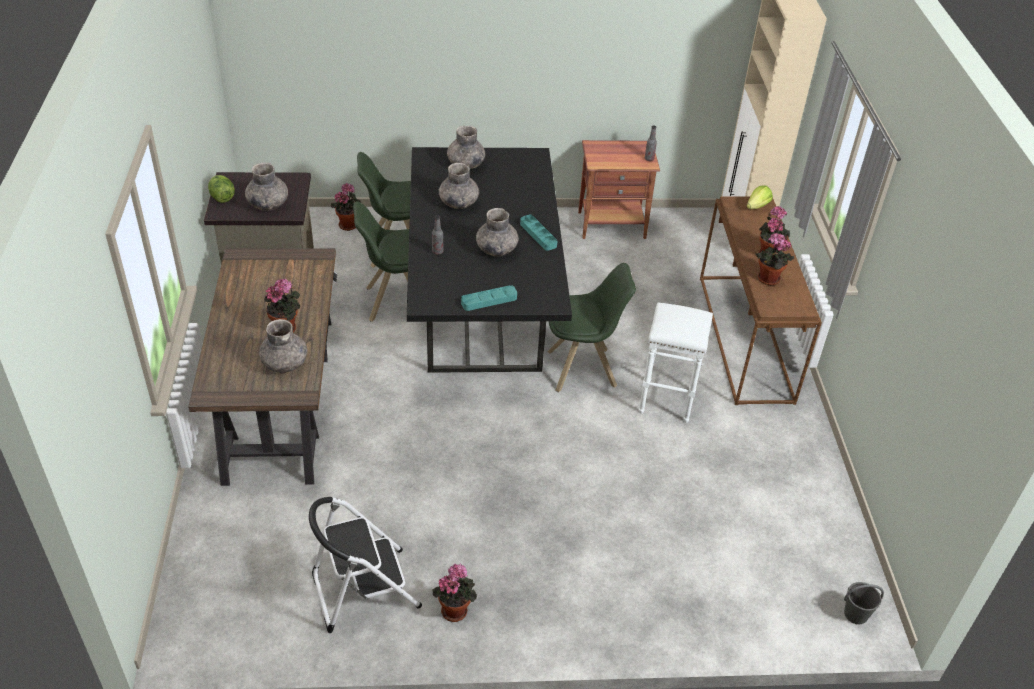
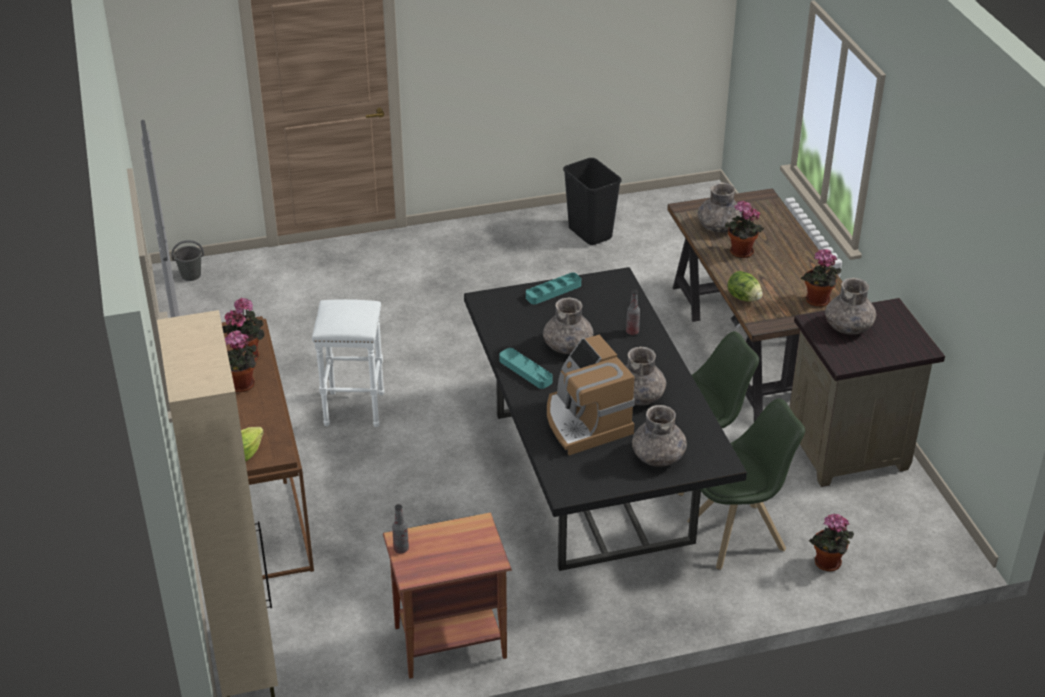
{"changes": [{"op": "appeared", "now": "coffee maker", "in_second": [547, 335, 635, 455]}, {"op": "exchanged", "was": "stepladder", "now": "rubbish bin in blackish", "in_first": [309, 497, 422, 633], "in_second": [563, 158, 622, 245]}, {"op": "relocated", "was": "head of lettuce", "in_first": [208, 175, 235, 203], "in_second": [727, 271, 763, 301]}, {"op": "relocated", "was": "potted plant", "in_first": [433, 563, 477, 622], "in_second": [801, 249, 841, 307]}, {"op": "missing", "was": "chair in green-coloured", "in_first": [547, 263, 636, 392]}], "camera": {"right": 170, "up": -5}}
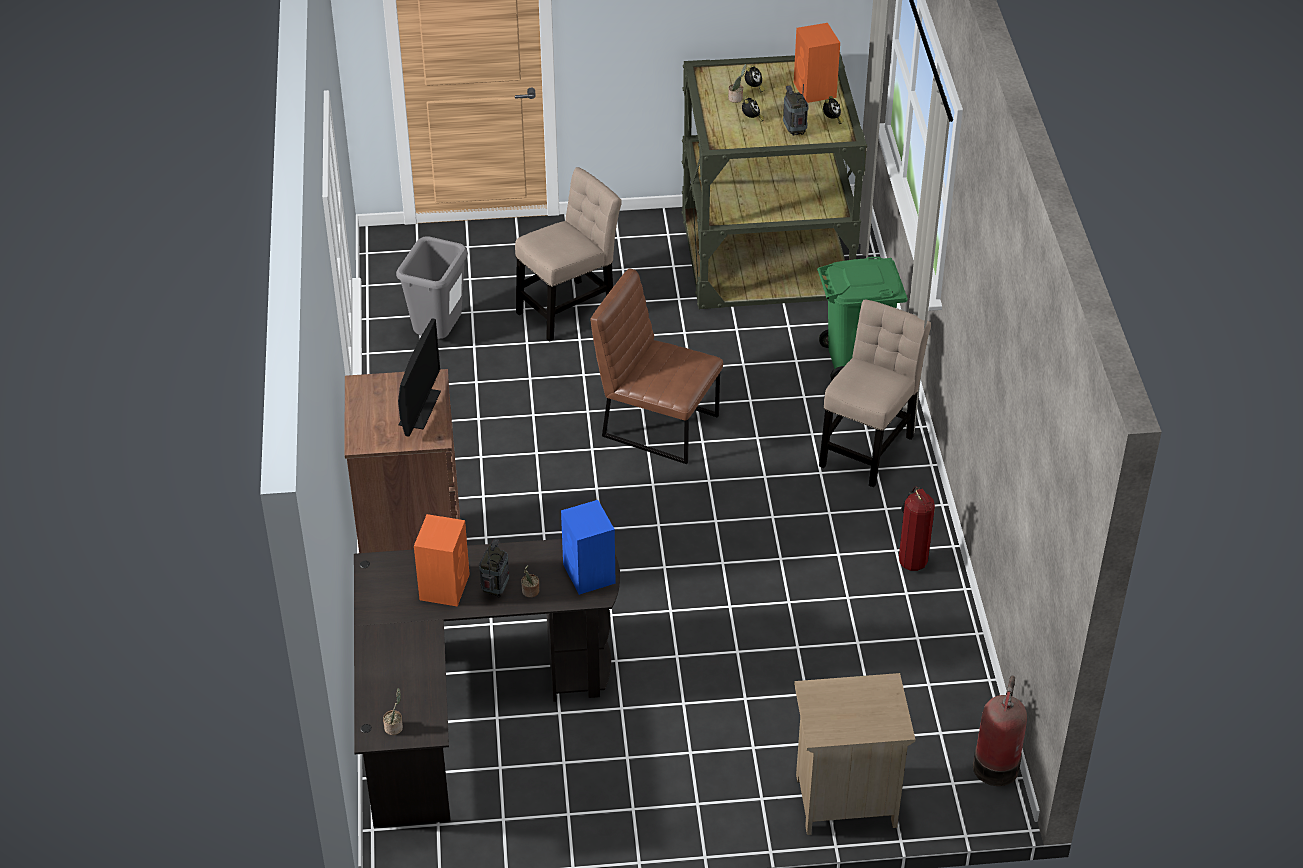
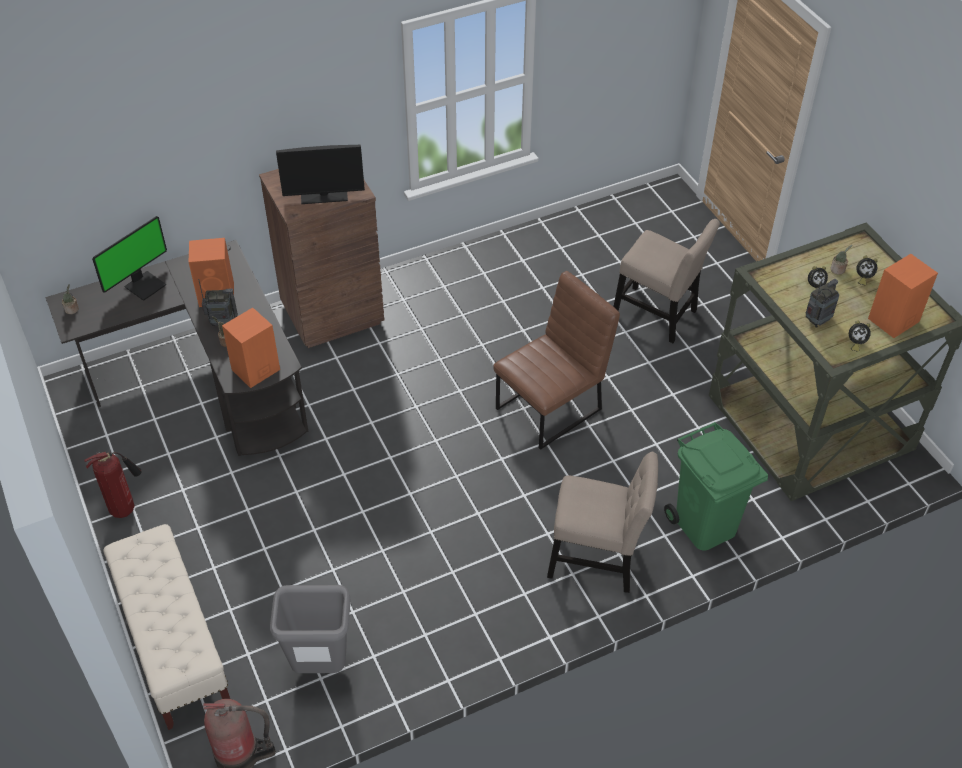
{"changes": [{"op": "relocated", "was": "fire-fighting cylinder", "in_first": [899, 486, 935, 571], "in_second": [84, 452, 142, 518]}, {"op": "appeared", "now": "computer display", "in_second": [92, 216, 167, 301]}, {"op": "exchanged", "was": "bedside table in beige", "now": "long seat in beige", "in_first": [794, 673, 916, 835], "in_second": [103, 524, 230, 730]}, {"op": "colour", "was": "audio speaker in blue-coloured", "now": "audio speaker in orangey", "in_first": [561, 500, 616, 595], "in_second": [222, 308, 280, 388]}, {"op": "relocated", "was": "rubbish bin in greyish", "in_first": [396, 236, 468, 339], "in_second": [270, 585, 350, 673]}, {"op": "spun", "was": "chair in brown", "in_first": [591, 268, 723, 464], "in_second": [493, 271, 620, 450], "clockwise": 45}], "camera": {"right": 70, "up": 5}}
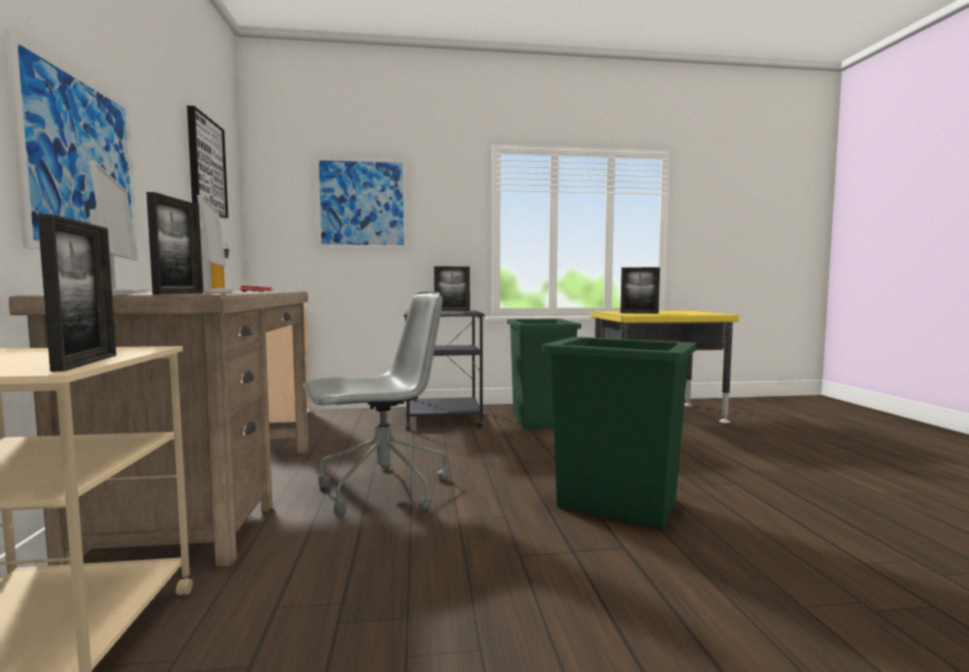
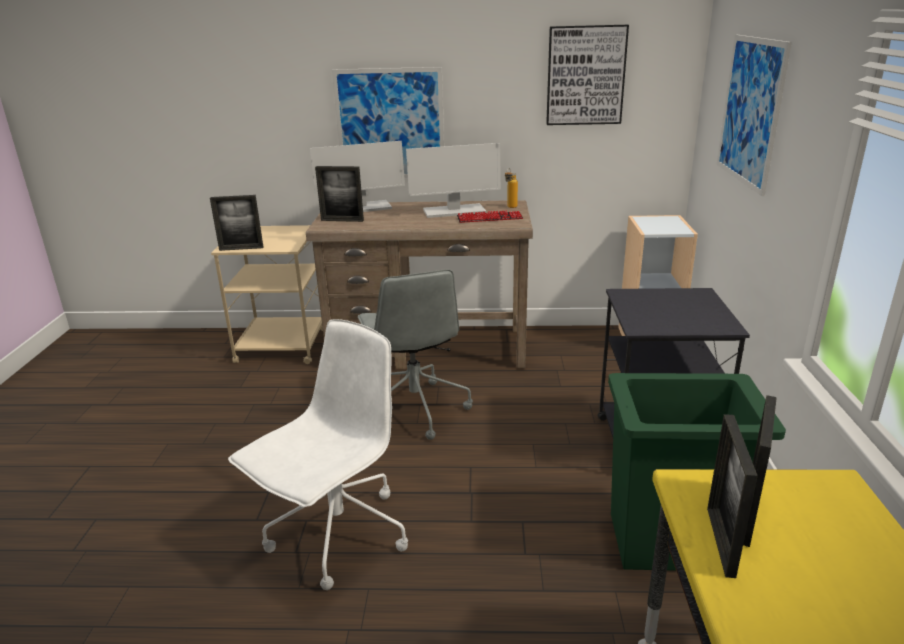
{"changes": [{"op": "exchanged", "was": "rubbish bin in green-coloured", "now": "desk chair in whitish", "in_first": [542, 337, 696, 529], "in_second": [228, 319, 408, 590]}, {"op": "relocated", "was": "picture frame", "in_first": [434, 266, 470, 311], "in_second": [707, 414, 758, 578]}], "camera": {"right": 100, "up": 20}}
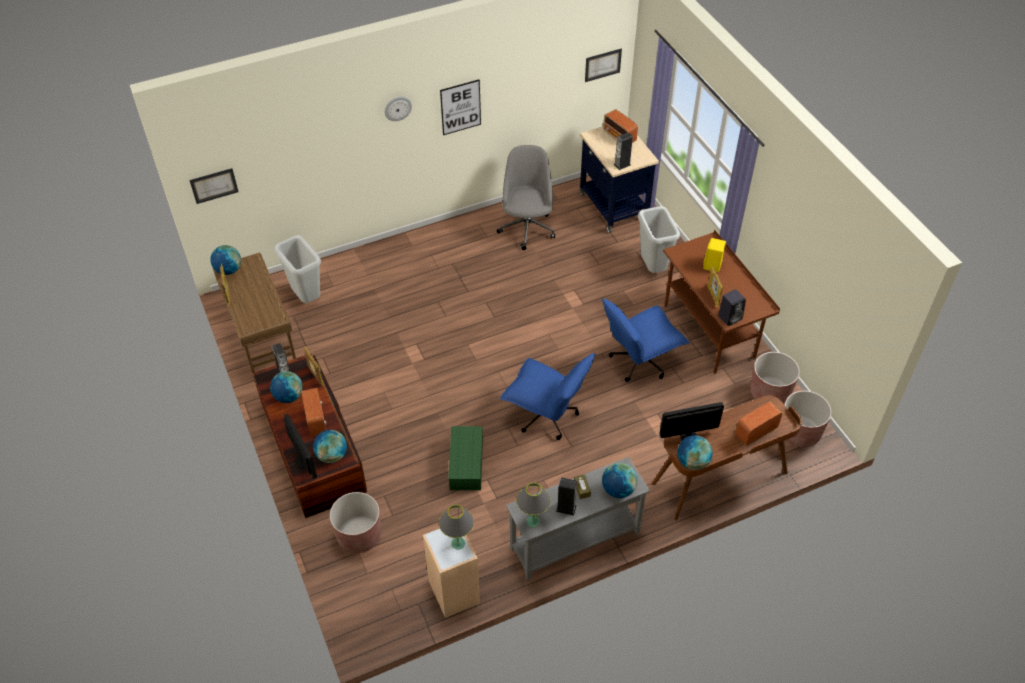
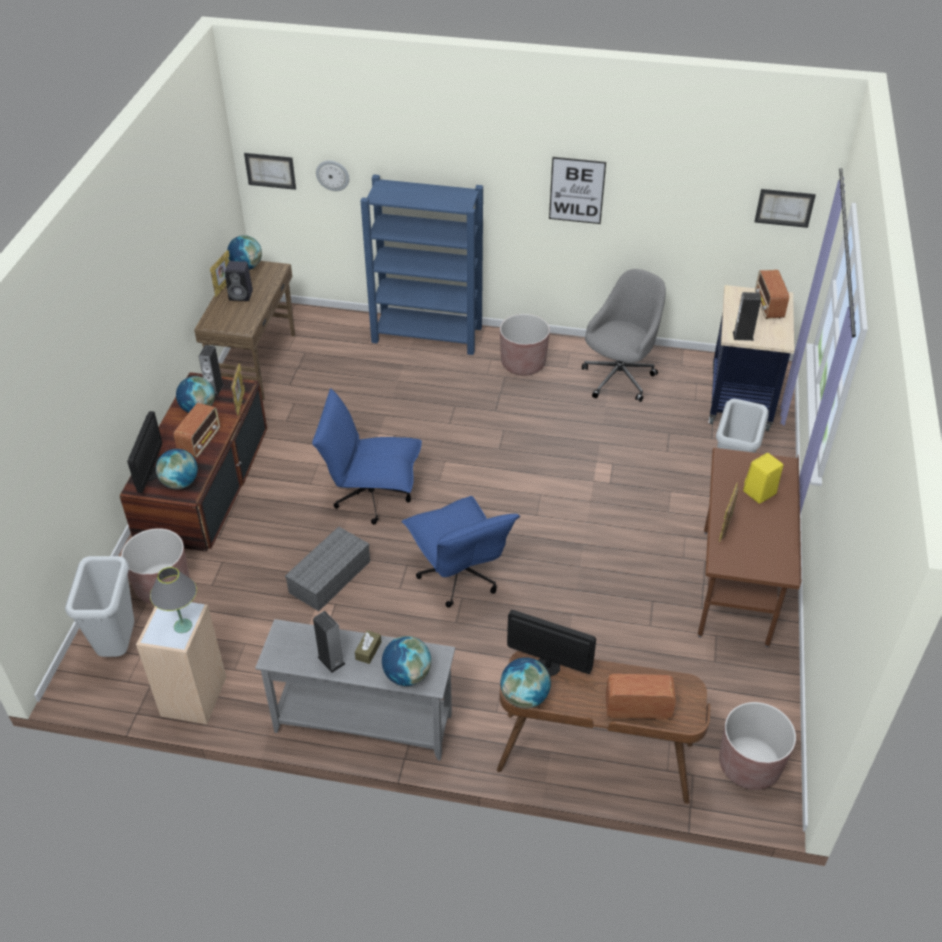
{"changes": [{"op": "relocated", "was": "rubbish bin in greyish", "in_first": [274, 235, 321, 303], "in_second": [65, 556, 134, 657]}, {"op": "relocated", "was": "audio speaker in blackish", "in_first": [718, 289, 746, 326], "in_second": [225, 261, 253, 301]}, {"op": "colour", "was": "storage container in green-coloured", "now": "storage container in greyish", "in_first": [448, 426, 483, 490], "in_second": [285, 526, 370, 611]}, {"op": "relocated", "was": "desk chair in blue-coloured", "in_first": [602, 298, 690, 382], "in_second": [312, 388, 422, 525]}, {"op": "relocated", "was": "hanging clock", "in_first": [385, 97, 412, 121], "in_second": [316, 160, 349, 191]}, {"op": "appeared", "now": "shelving unit in blue-coloured", "in_second": [361, 175, 483, 355]}, {"op": "relocated", "was": "plant pot in brown", "in_first": [750, 352, 800, 404], "in_second": [500, 314, 550, 375]}, {"op": "missing", "was": "tabletop lamp in greyish", "in_first": [517, 483, 551, 527]}], "camera": {"right": 35, "up": -5}}
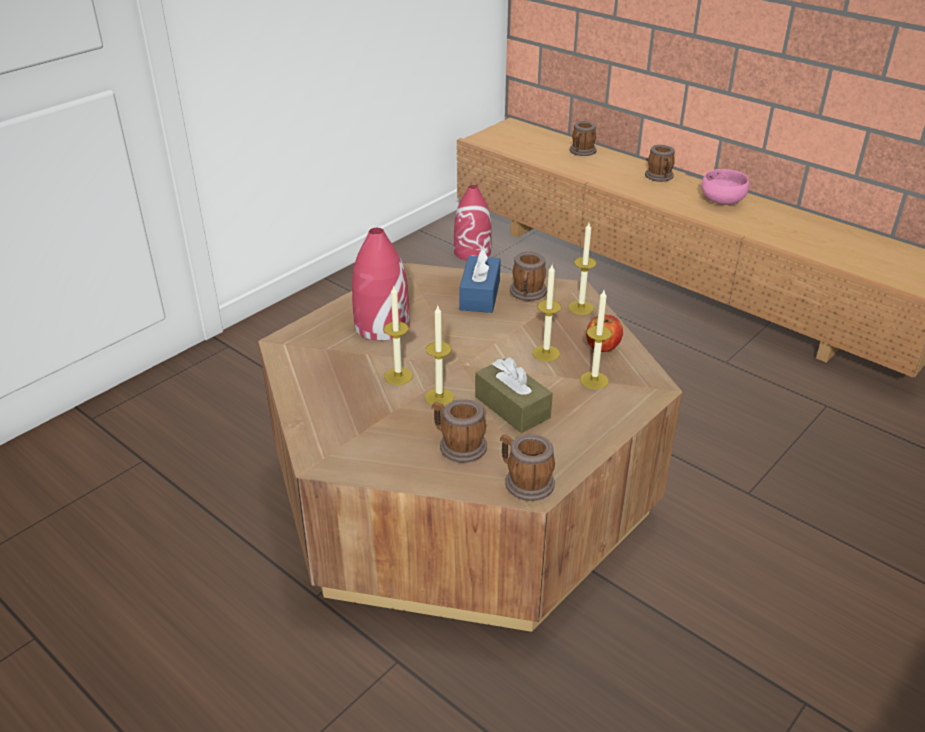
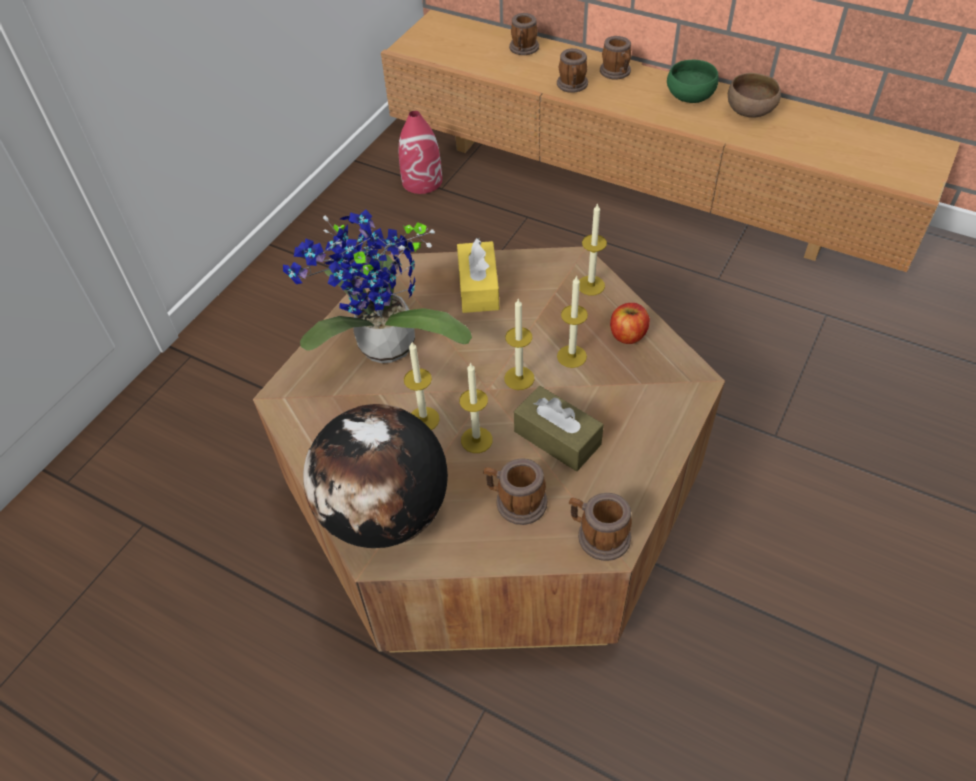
{"changes": [{"op": "exchanged", "was": "vase in red", "now": "potted plant", "in_first": [352, 228, 410, 340], "in_second": [283, 210, 472, 363]}, {"op": "appeared", "now": "world globe", "in_second": [303, 404, 448, 548]}, {"op": "colour", "was": "tissue holder in blue-coloured", "now": "tissue holder in yellow-coloured", "in_first": [459, 247, 501, 313], "in_second": [457, 238, 499, 313]}, {"op": "relocated", "was": "wax candle", "in_first": [580, 290, 612, 390], "in_second": [504, 298, 534, 390]}, {"op": "relocated", "was": "mug", "in_first": [510, 251, 547, 301], "in_second": [557, 48, 588, 93]}, {"op": "colour", "was": "serving bowl in pink", "now": "serving bowl in green-coloured", "in_first": [701, 169, 749, 205], "in_second": [667, 60, 719, 103]}, {"op": "appeared", "now": "serving bowl in brown", "in_second": [728, 73, 781, 118]}], "camera": {"right": -10, "up": 15}}
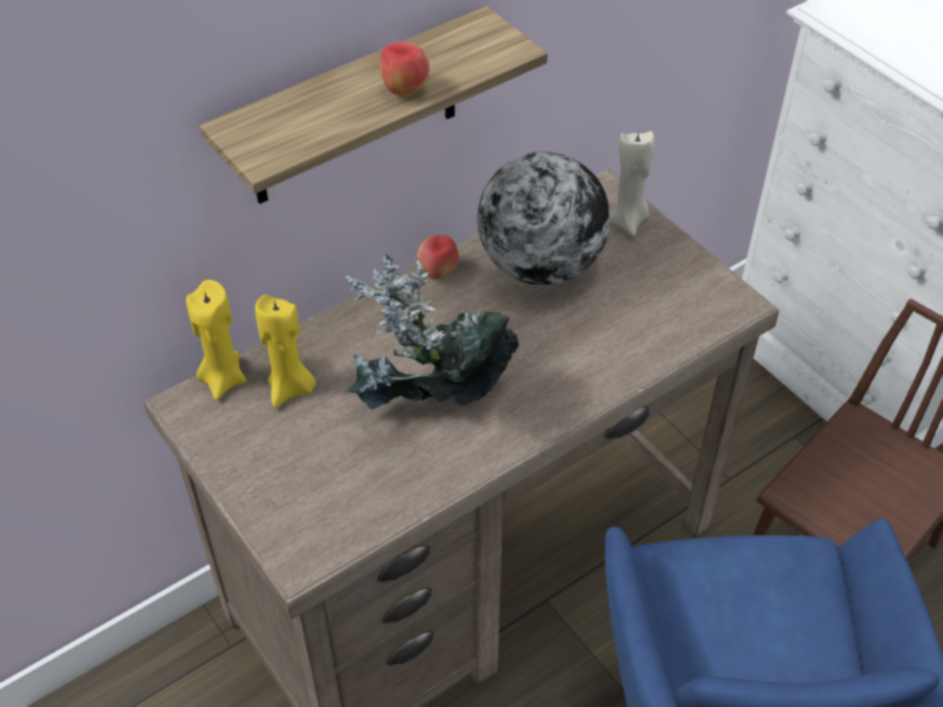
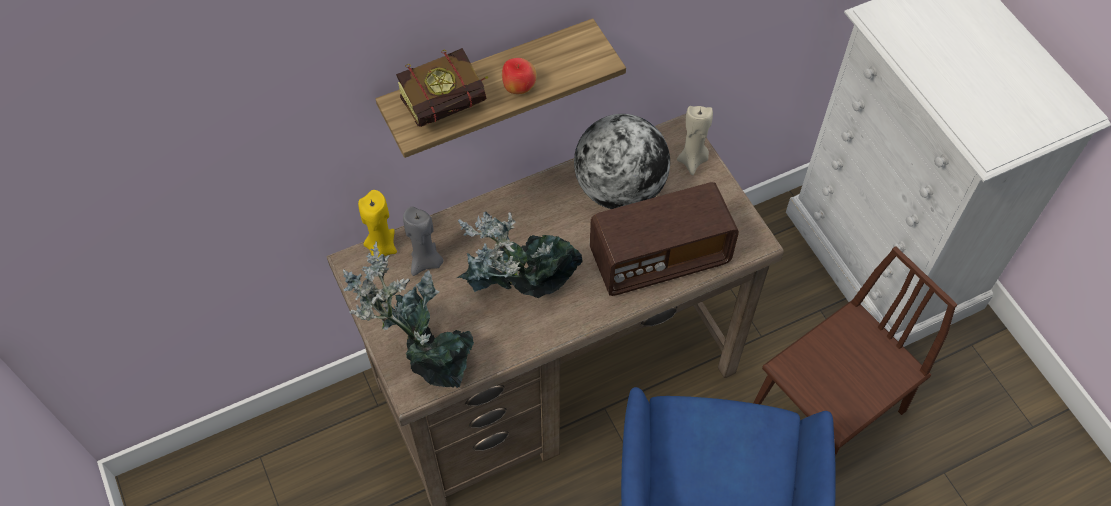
{"changes": [{"op": "appeared", "now": "potted plant", "in_second": [343, 242, 474, 388]}, {"op": "appeared", "now": "volume", "in_second": [396, 48, 488, 127]}, {"op": "colour", "was": "wax candle in yellow-coloured", "now": "wax candle in greyish", "in_first": [255, 295, 316, 408], "in_second": [403, 206, 444, 276]}, {"op": "appeared", "now": "radio receiver", "in_second": [590, 182, 739, 296]}, {"op": "missing", "was": "apple", "in_first": [417, 235, 459, 280]}], "camera": {"right": 10, "up": 10}}
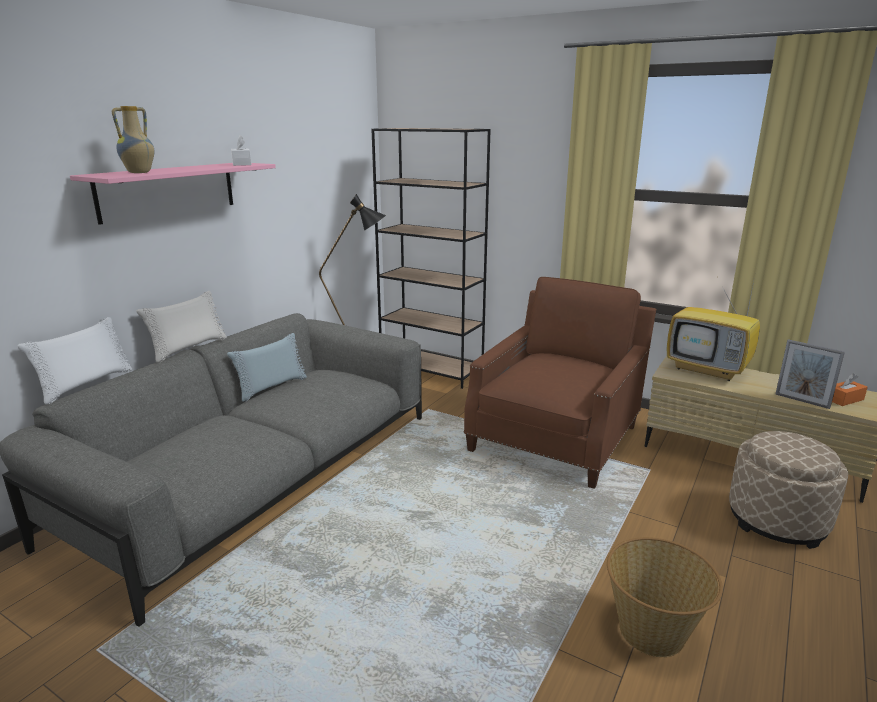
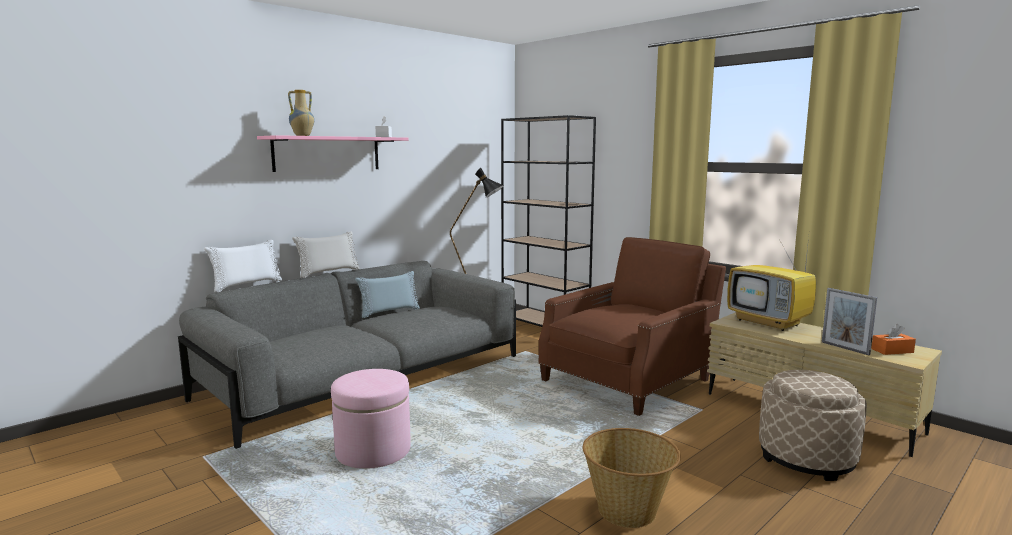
{"changes": [{"op": "appeared", "now": "footrest in pink", "in_second": [331, 369, 411, 469]}], "camera": {"right": 15, "up": -10}}
